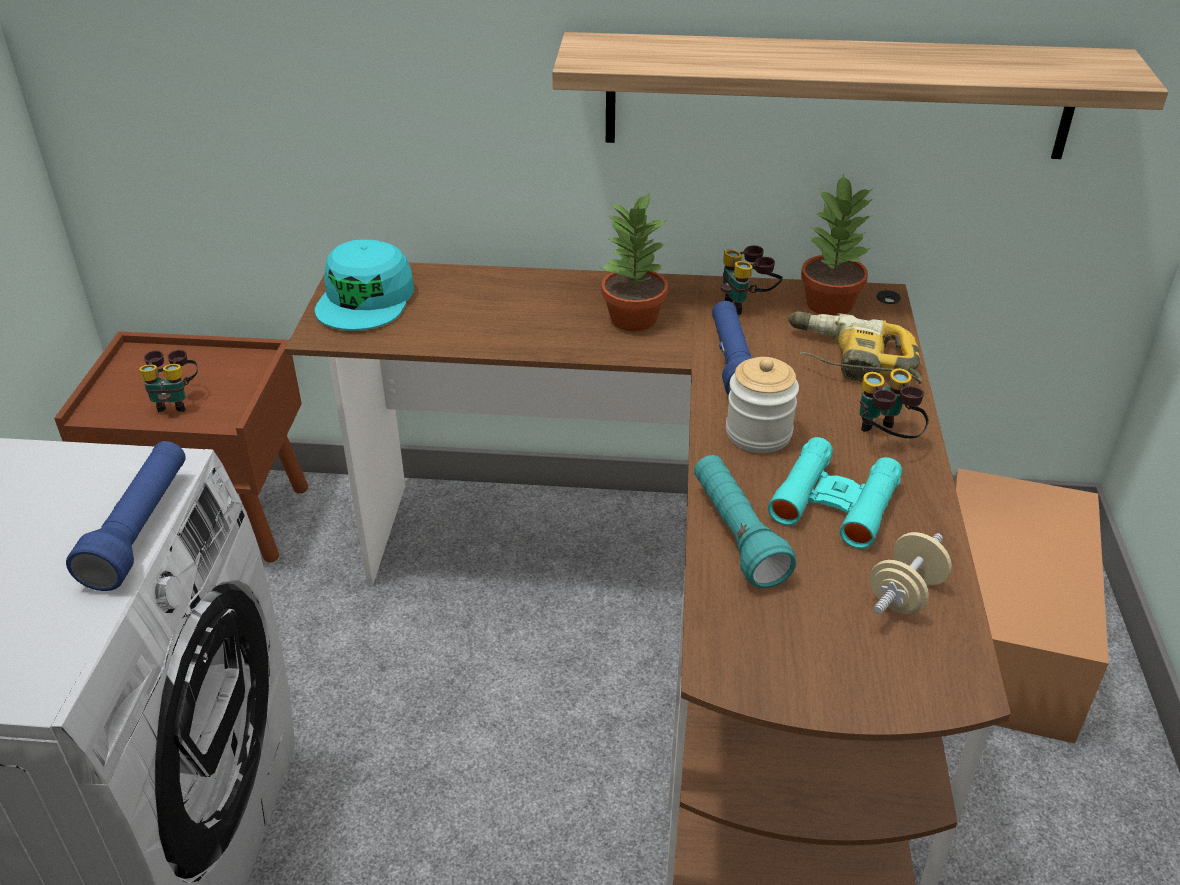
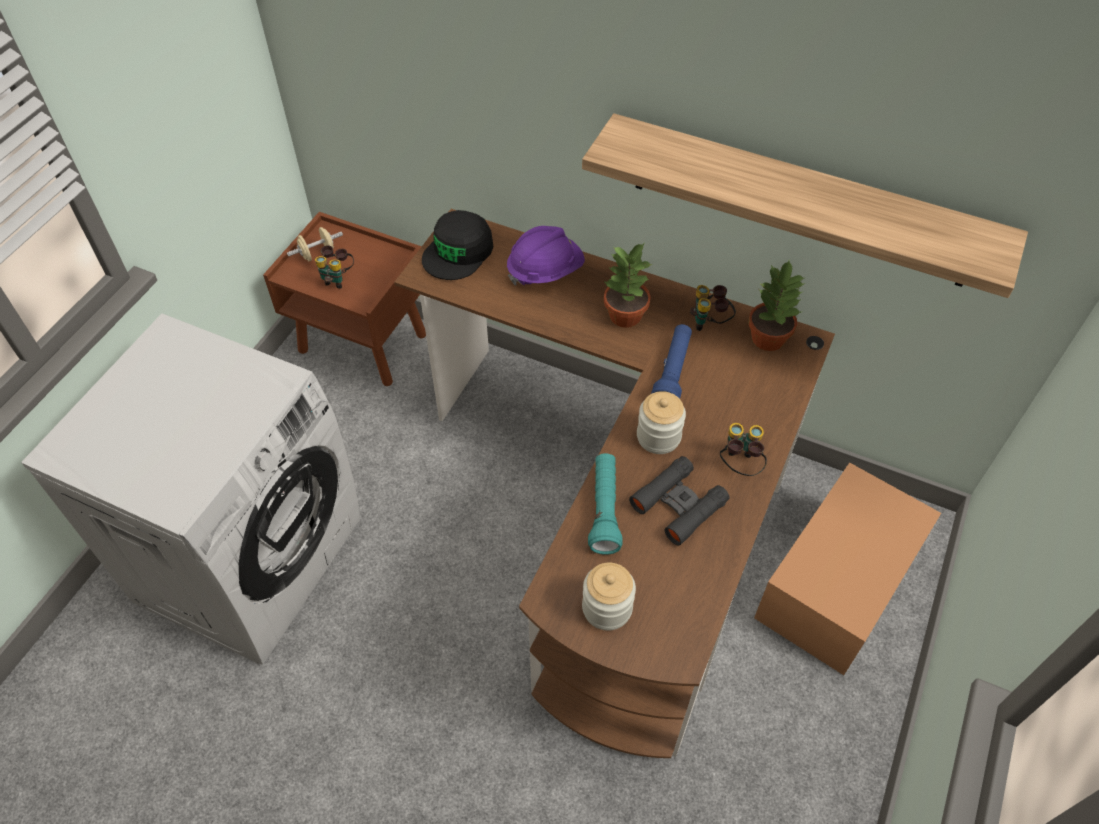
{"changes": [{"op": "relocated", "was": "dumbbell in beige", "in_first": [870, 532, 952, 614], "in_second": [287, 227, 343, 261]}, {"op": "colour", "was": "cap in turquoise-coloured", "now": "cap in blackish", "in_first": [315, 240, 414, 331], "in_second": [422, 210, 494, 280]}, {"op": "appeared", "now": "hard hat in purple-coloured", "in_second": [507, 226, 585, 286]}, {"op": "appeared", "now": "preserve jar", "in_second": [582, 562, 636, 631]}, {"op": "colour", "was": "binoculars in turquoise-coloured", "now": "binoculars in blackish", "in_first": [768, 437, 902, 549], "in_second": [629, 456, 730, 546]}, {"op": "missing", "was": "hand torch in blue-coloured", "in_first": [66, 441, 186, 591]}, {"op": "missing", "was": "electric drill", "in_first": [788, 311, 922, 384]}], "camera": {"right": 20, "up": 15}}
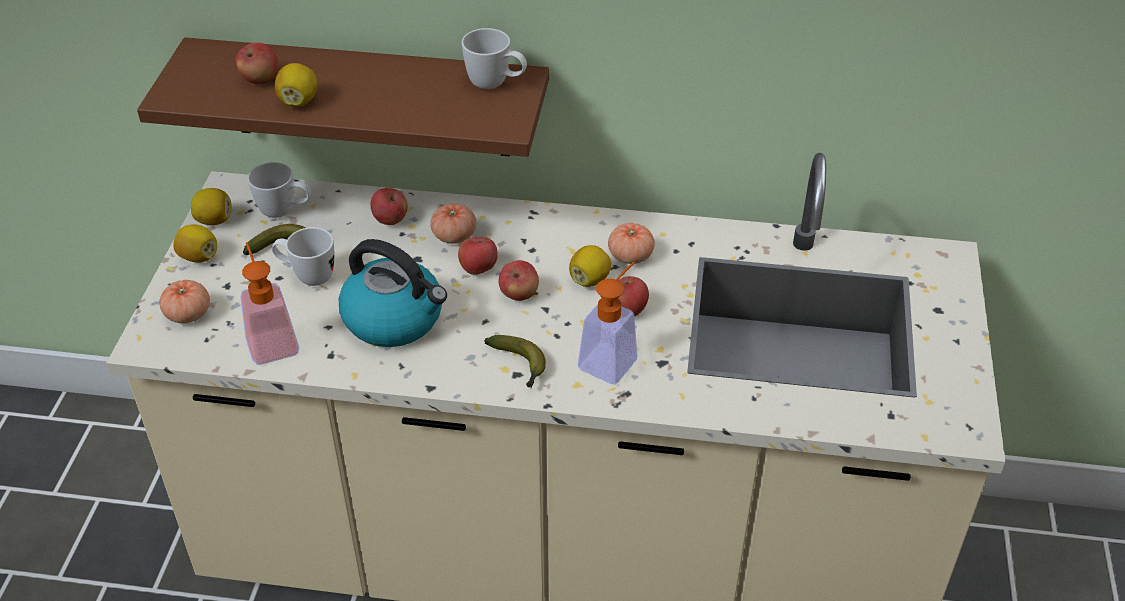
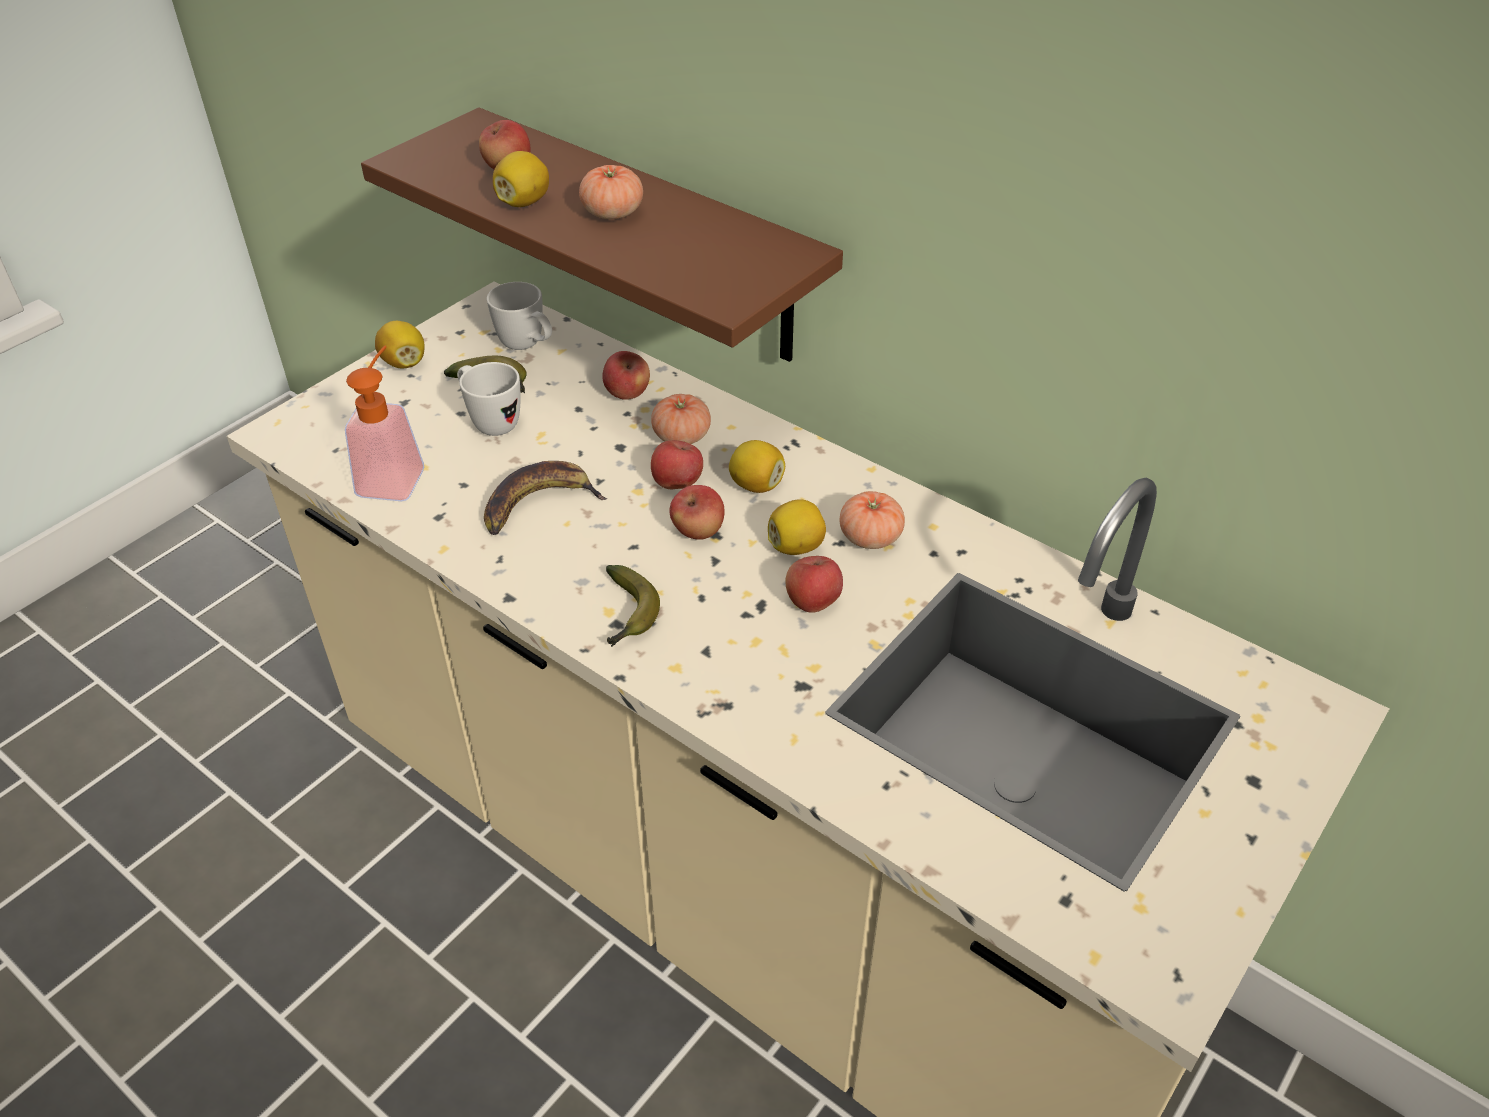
{"changes": [{"op": "exchanged", "was": "tea kettle", "now": "banana fruit", "in_first": [339, 239, 447, 347], "in_second": [484, 461, 608, 535]}, {"op": "relocated", "was": "tomato", "in_first": [159, 280, 210, 323], "in_second": [579, 165, 643, 219]}, {"op": "relocated", "was": "lemon", "in_first": [191, 188, 231, 225], "in_second": [729, 440, 785, 493]}, {"op": "missing", "was": "mug in whitish", "in_first": [461, 28, 527, 89]}, {"op": "missing", "was": "soap bottle", "in_first": [578, 262, 638, 384]}], "camera": {"right": 30, "up": 0}}
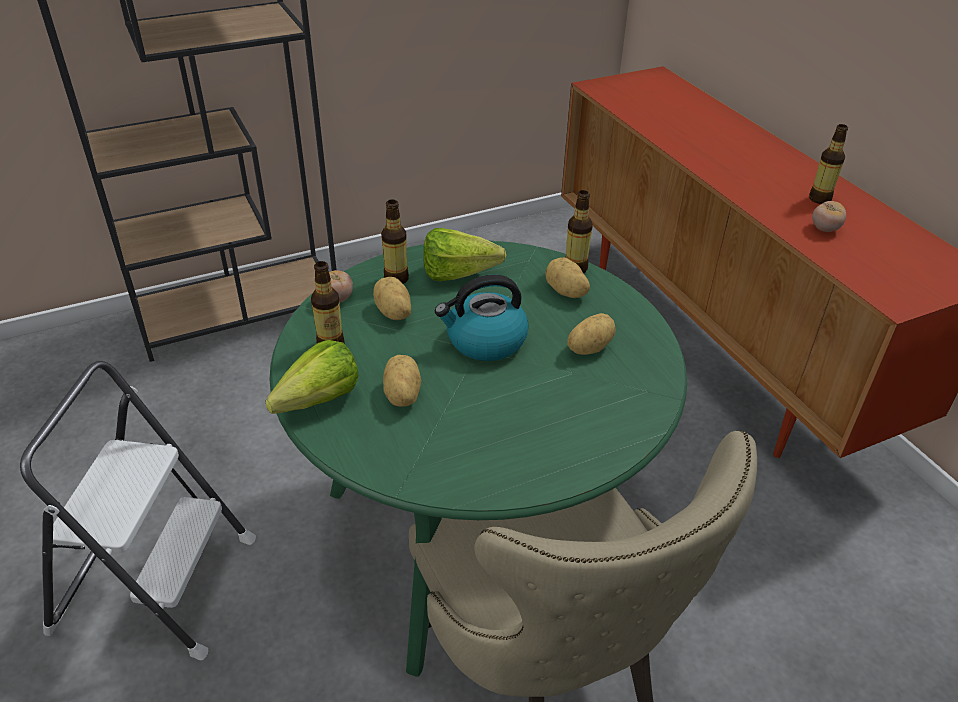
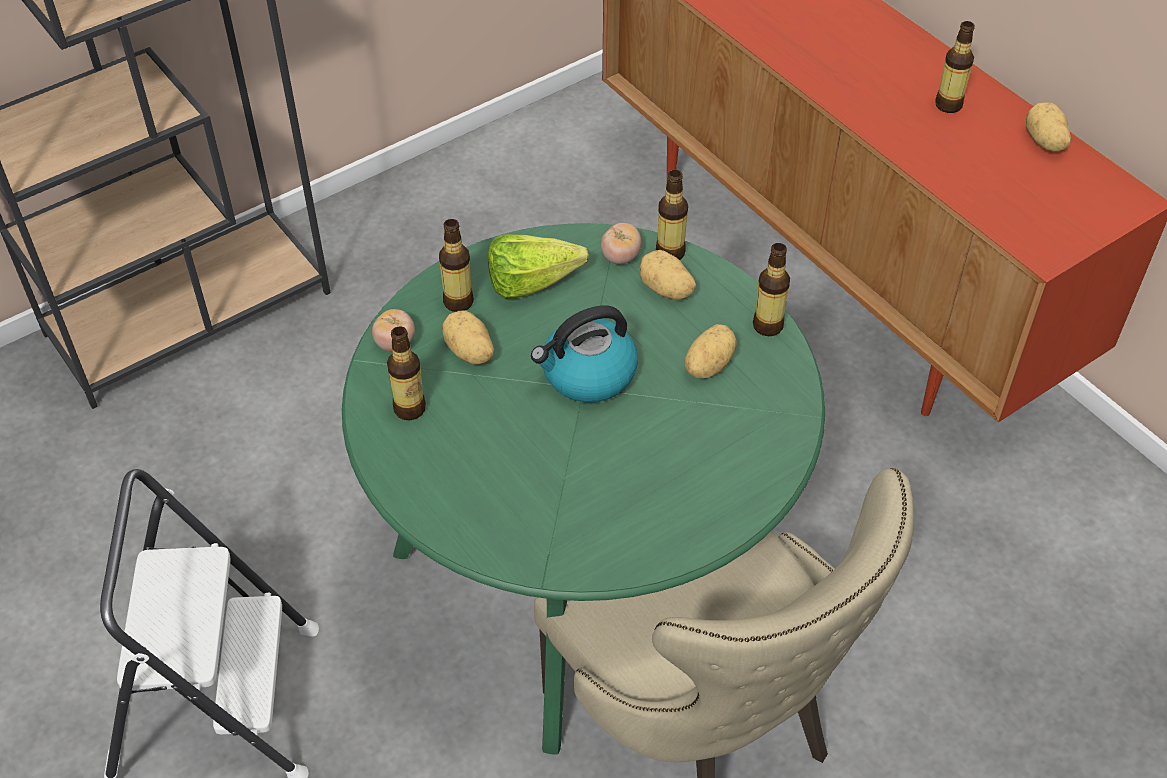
{"changes": [{"op": "relocated", "was": "tomato", "in_first": [812, 201, 846, 232], "in_second": [601, 223, 641, 264]}, {"op": "appeared", "now": "drink bottle", "in_second": [753, 243, 790, 336]}, {"op": "relocated", "was": "potato", "in_first": [383, 355, 421, 407], "in_second": [1026, 102, 1071, 152]}, {"op": "missing", "was": "head of lettuce", "in_first": [266, 340, 359, 414]}], "camera": {"right": -10, "up": 10}}
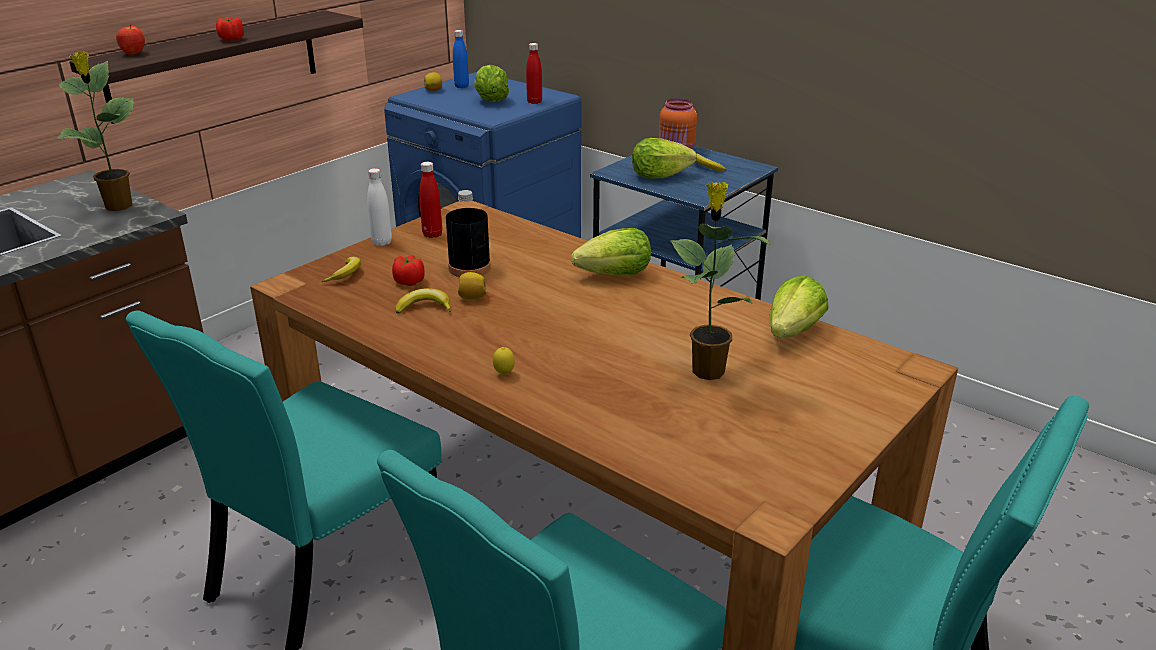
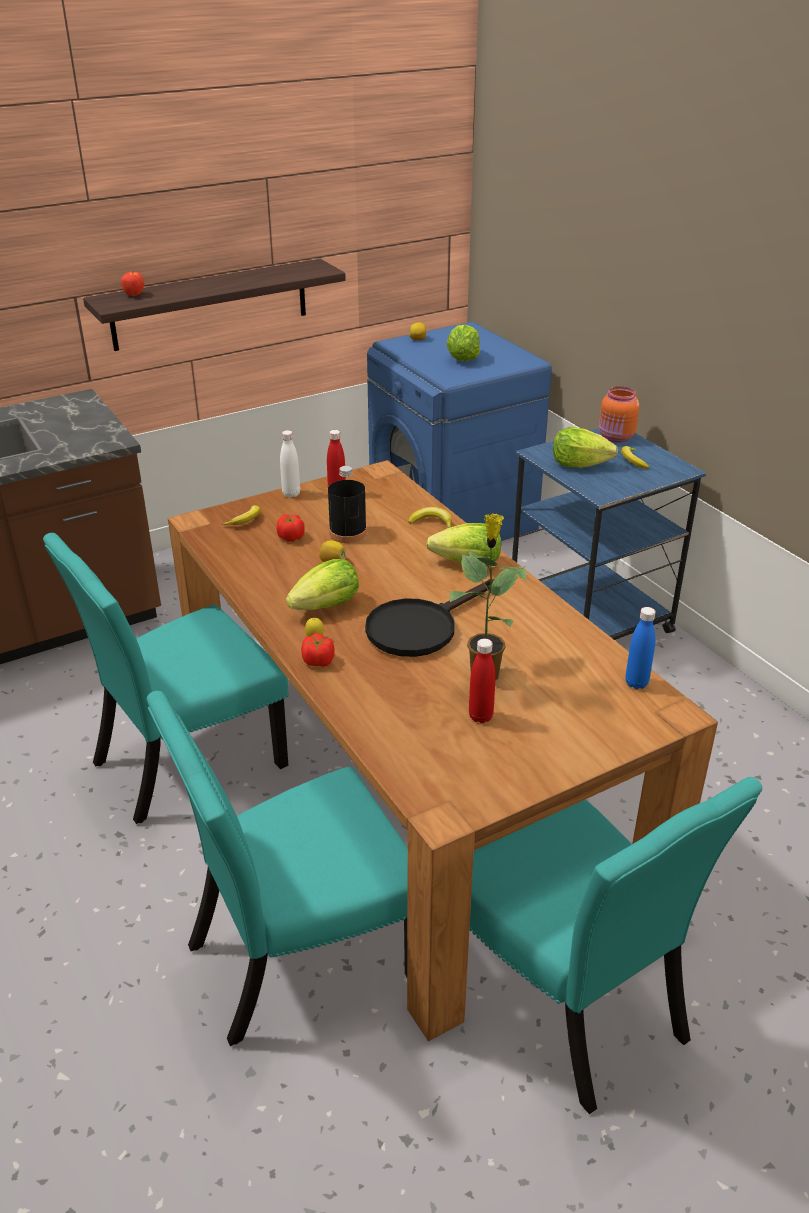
{"changes": [{"op": "relocated", "was": "head of lettuce", "in_first": [769, 275, 829, 338], "in_second": [286, 559, 359, 610]}, {"op": "relocated", "was": "tomato", "in_first": [216, 17, 244, 41], "in_second": [301, 633, 335, 667]}, {"op": "appeared", "now": "frying pan in blackish", "in_second": [365, 579, 494, 657]}, {"op": "relocated", "was": "banana fruit", "in_first": [395, 288, 452, 314], "in_second": [408, 507, 452, 528]}, {"op": "relocated", "was": "drink bottle in red", "in_first": [526, 43, 542, 104], "in_second": [469, 639, 496, 723]}, {"op": "relocated", "was": "drink bottle in blue-coloured", "in_first": [453, 30, 469, 88], "in_second": [625, 607, 656, 689]}, {"op": "missing", "was": "potted plant", "in_first": [57, 51, 134, 211]}], "camera": {"right": 20, "up": 5}}
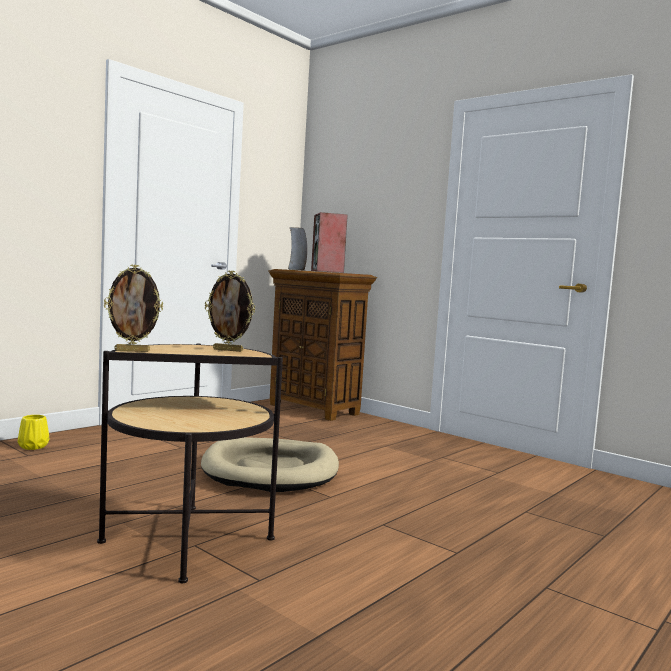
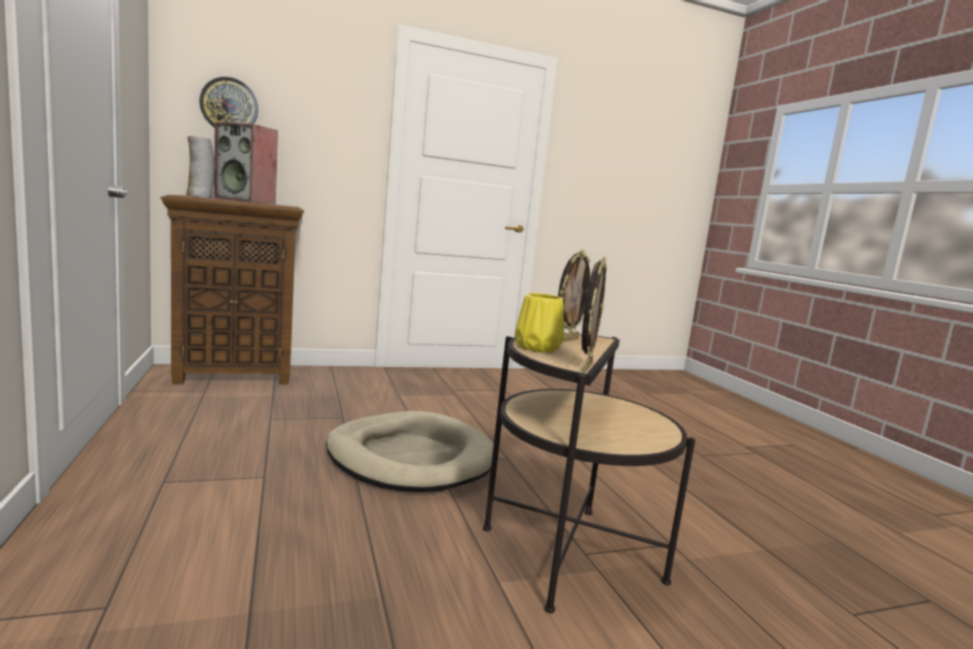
{"changes": [{"op": "appeared", "now": "hanging clock", "in_second": [199, 77, 258, 128]}, {"op": "relocated", "was": "vase in yellow-coloured", "in_first": [18, 415, 49, 450], "in_second": [515, 293, 564, 352]}], "camera": {"right": -60, "up": 5}}
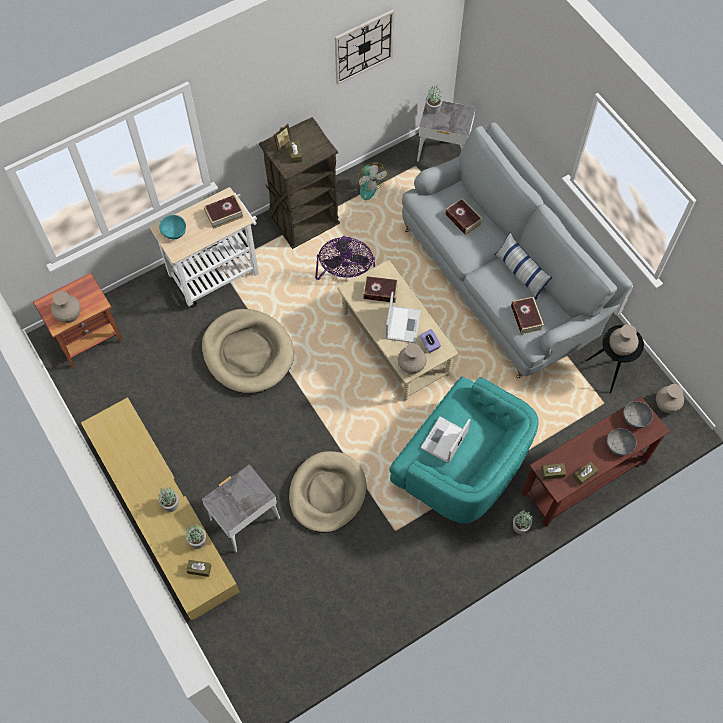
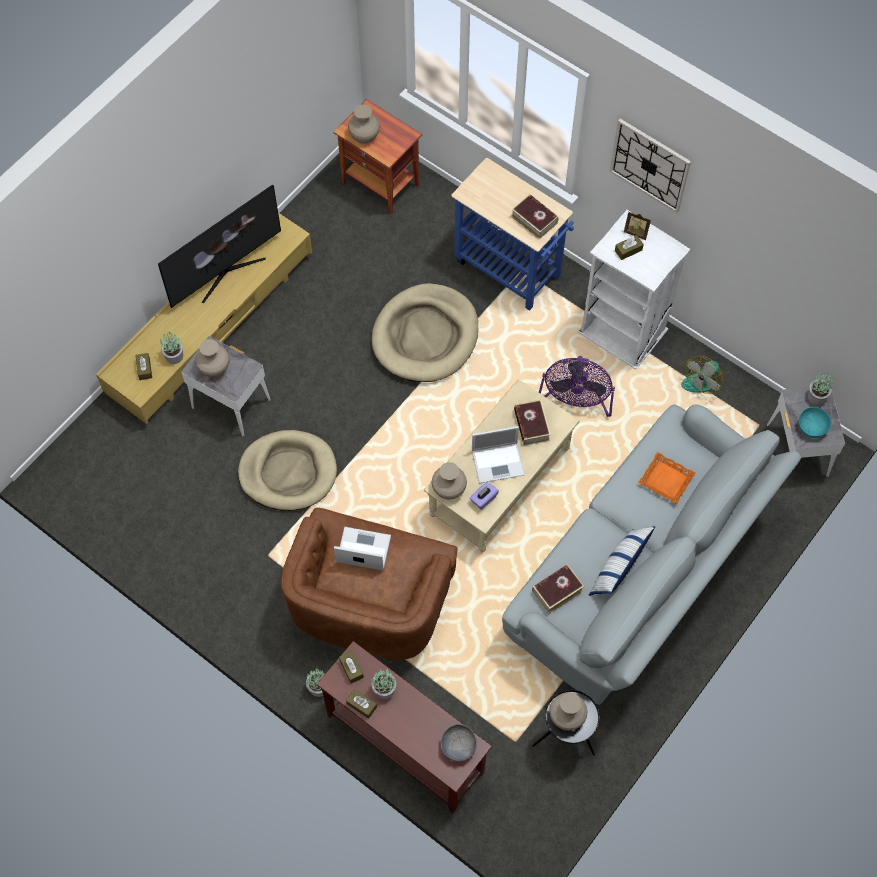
{"changes": [{"op": "appeared", "now": "TV", "in_second": [158, 184, 281, 308]}, {"op": "relocated", "was": "vase in beige", "in_first": [656, 384, 684, 413], "in_second": [195, 339, 229, 377]}, {"op": "colour", "was": "armchair in turquoise-coloured", "now": "armchair in brown", "in_first": [389, 376, 539, 523], "in_second": [281, 508, 457, 660]}, {"op": "relocated", "was": "potted plant", "in_first": [158, 488, 179, 512], "in_second": [371, 669, 396, 699]}, {"op": "colour", "was": "wheeled cart in whitish", "now": "wheeled cart in blue-coloured", "in_first": [150, 187, 259, 308], "in_second": [451, 158, 574, 311]}, {"op": "spun", "was": "electric fan in purple-coloured", "in_first": [315, 236, 375, 280], "in_second": [539, 356, 615, 417], "clockwise": -60}, {"op": "colour", "was": "shelving unit in brown", "now": "shelving unit in whitish", "in_first": [259, 117, 340, 249], "in_second": [578, 210, 690, 370]}, {"op": "relocated", "was": "hanging clock", "in_first": [335, 9, 394, 85], "in_second": [609, 119, 691, 213]}, {"op": "exchanged", "was": "volume", "now": "serving tray in orangey", "in_first": [445, 198, 482, 235], "in_second": [638, 452, 696, 504]}, {"op": "relocated", "was": "serving bowl in turquoise-coloured", "in_first": [159, 215, 186, 239], "in_second": [798, 407, 831, 438]}, {"op": "missing", "was": "serving bowl in greyish", "in_first": [607, 428, 636, 456]}], "camera": {"right": 70, "up": 0}}
